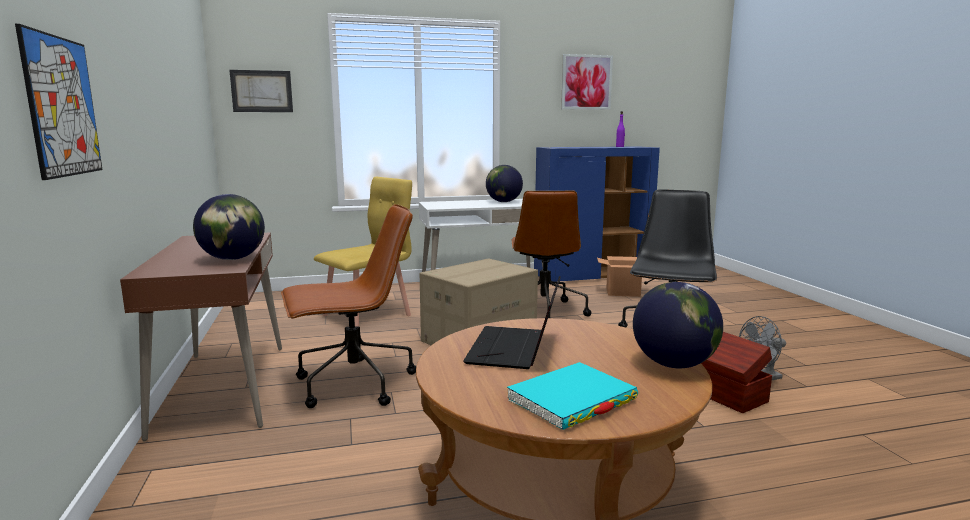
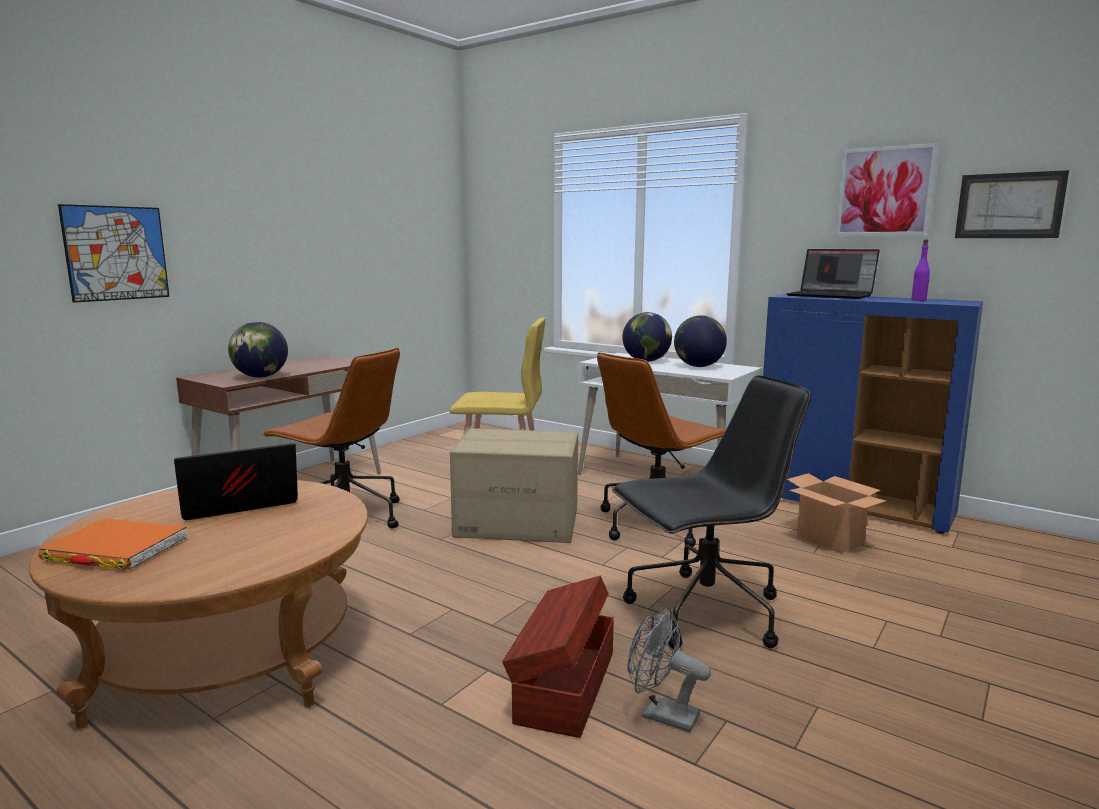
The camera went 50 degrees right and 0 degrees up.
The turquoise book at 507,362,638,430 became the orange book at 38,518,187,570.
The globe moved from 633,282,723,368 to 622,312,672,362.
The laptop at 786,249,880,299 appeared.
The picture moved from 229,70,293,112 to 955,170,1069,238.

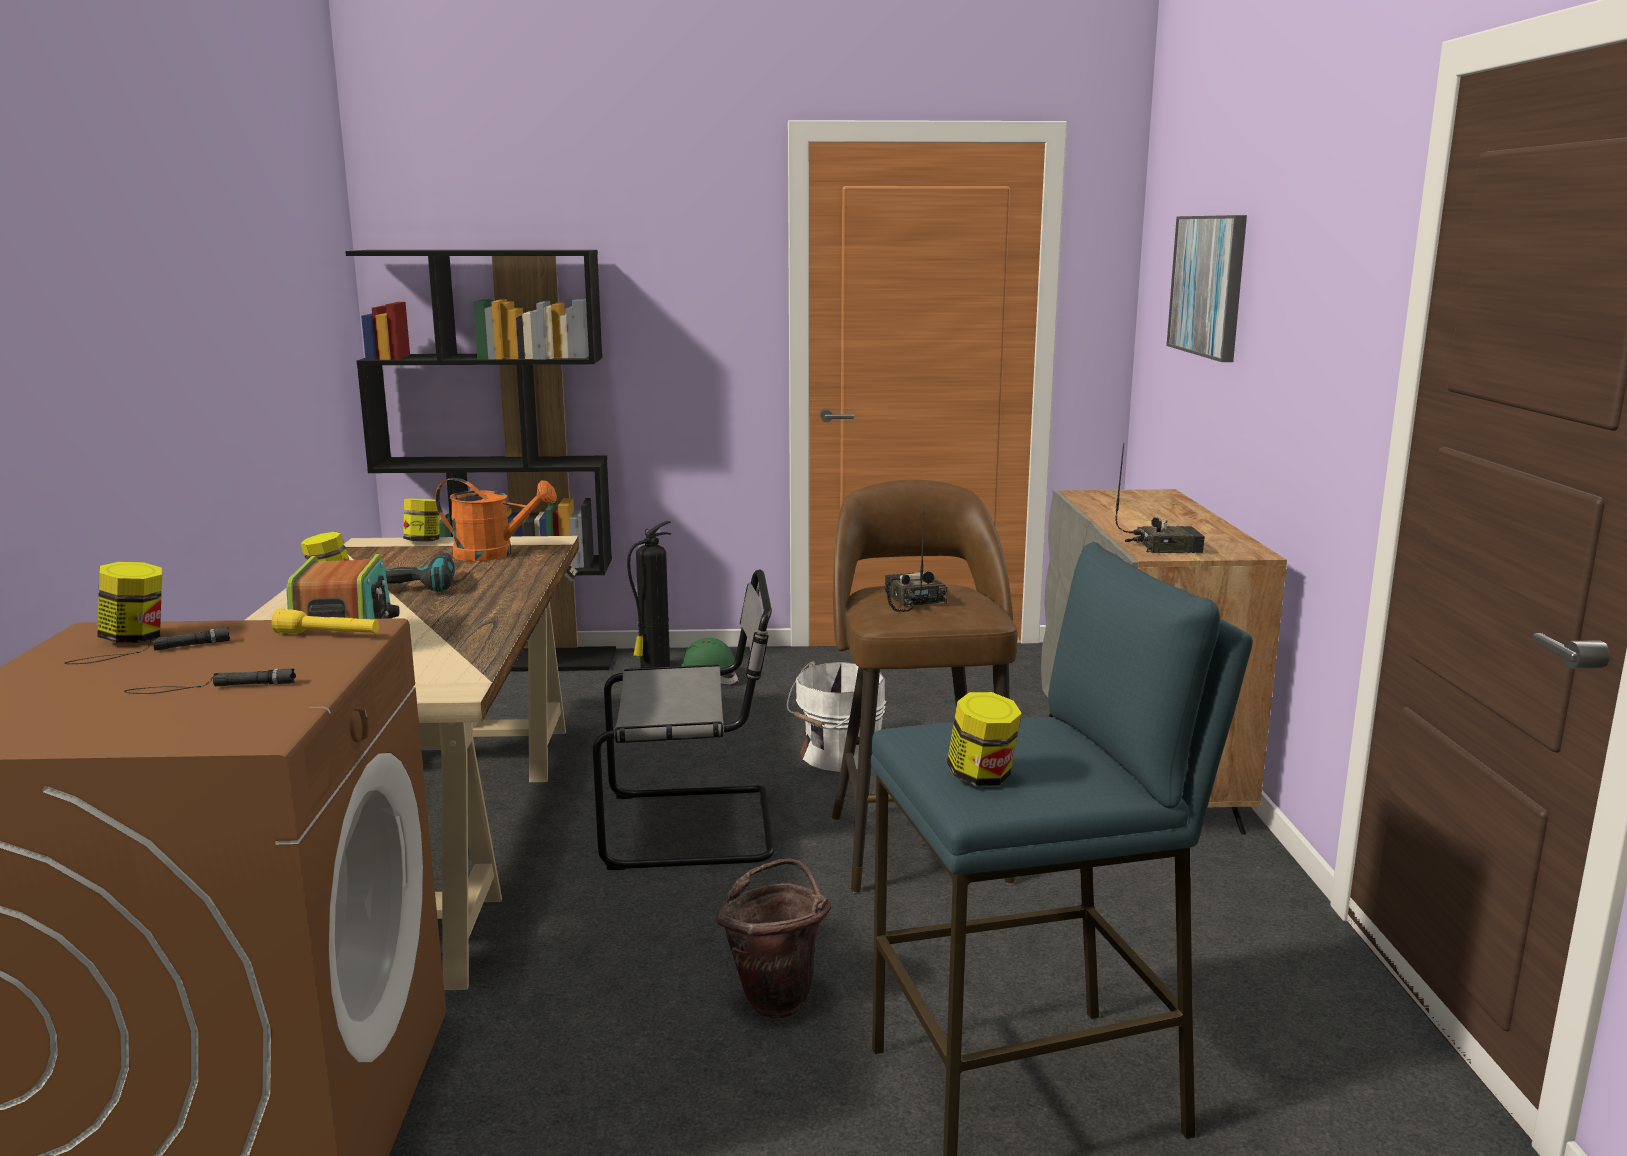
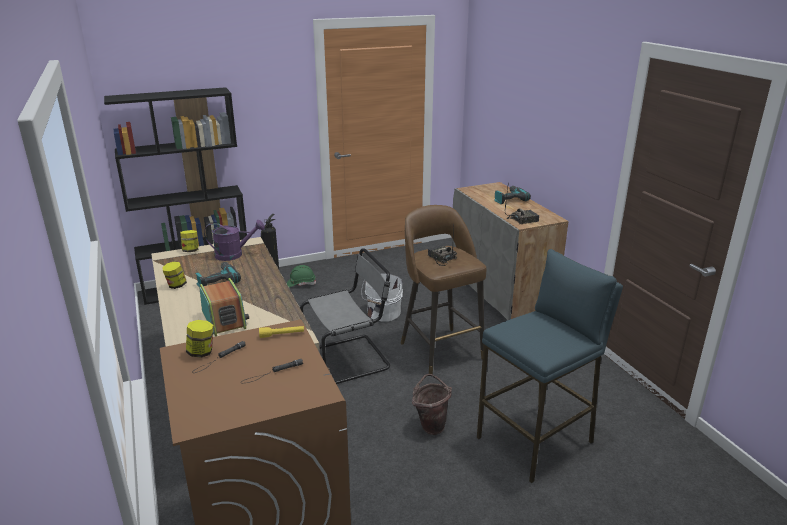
The camera went 20 degrees left and 10 degrees up.
The orange watering can at 435,478,557,561 became the purple watering can at 204,220,265,261.
The power drill at 494,186,531,204 appeared.
The jar at 947,692,1022,786 disappeared.
The picture at 1166,215,1247,362 disappeared.

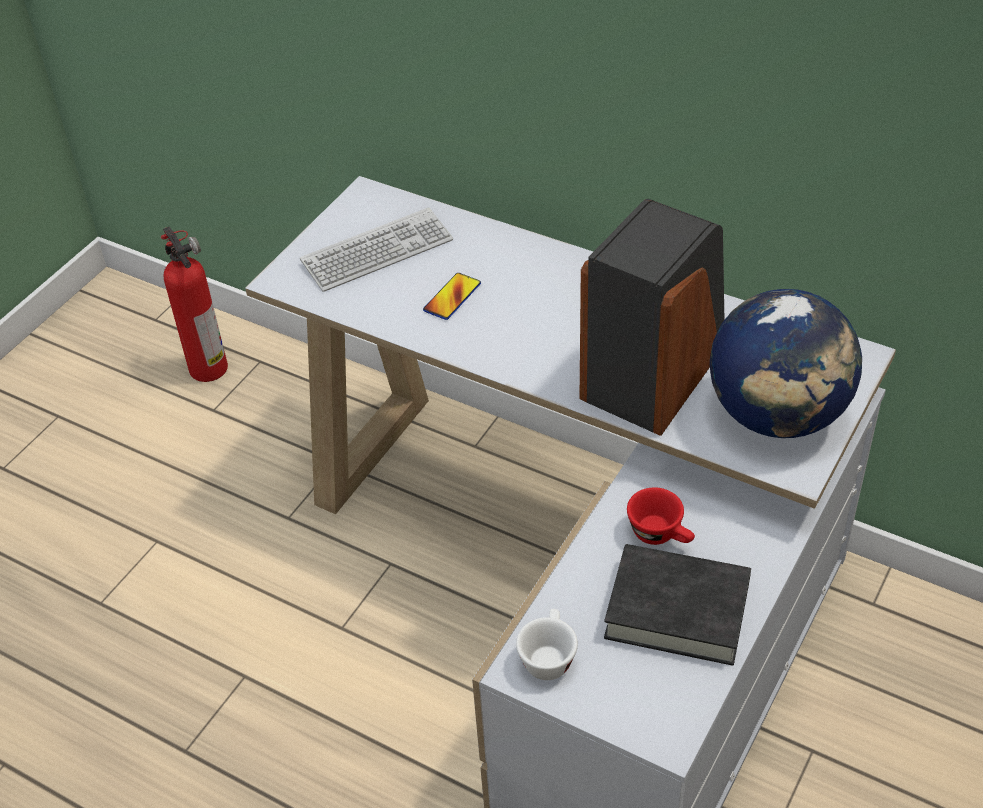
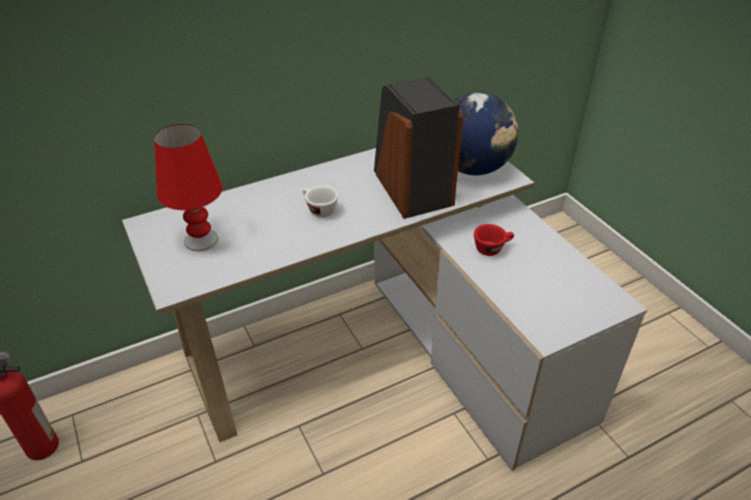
The camera went 60 degrees left and 5 degrees down.
The keyboard at 300,207,453,292 was replaced by the red table lamp at 154,124,223,251.
The white cup moved from 516,609,578,680 to 303,186,338,217.
The phone at 423,273,481,320 disappeared.
The black book at 604,544,751,666 disappeared.

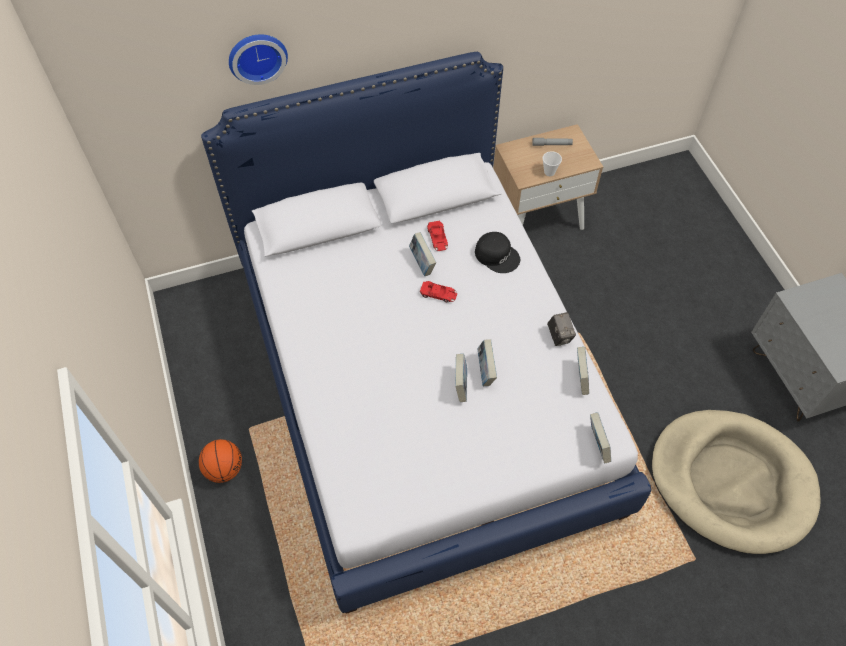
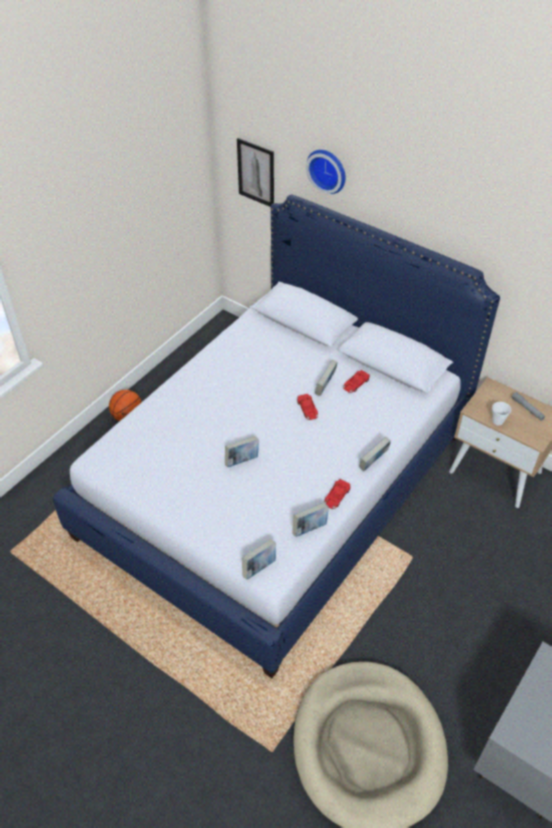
The camera went 55 degrees right and 10 degrees down.
The picture at 237,138,274,207 appeared.
The photo camera at 547,312,576,346 was replaced by the red toy car at 324,479,350,509.
The book moved from 478,339,497,386 to 359,436,391,471.
The black cap at 475,232,520,273 disappeared.

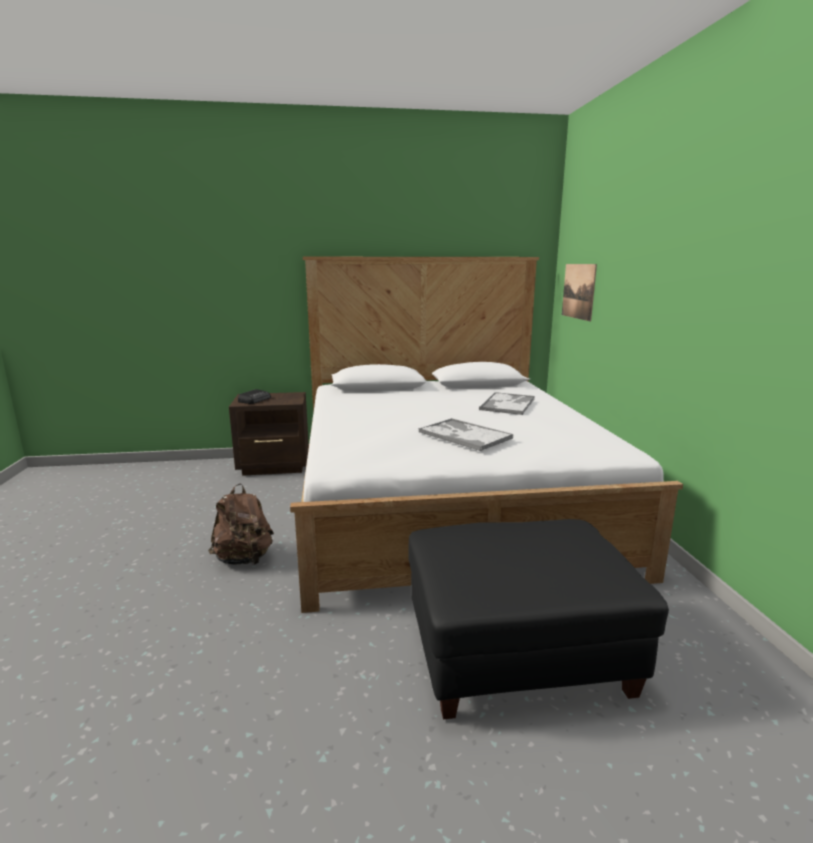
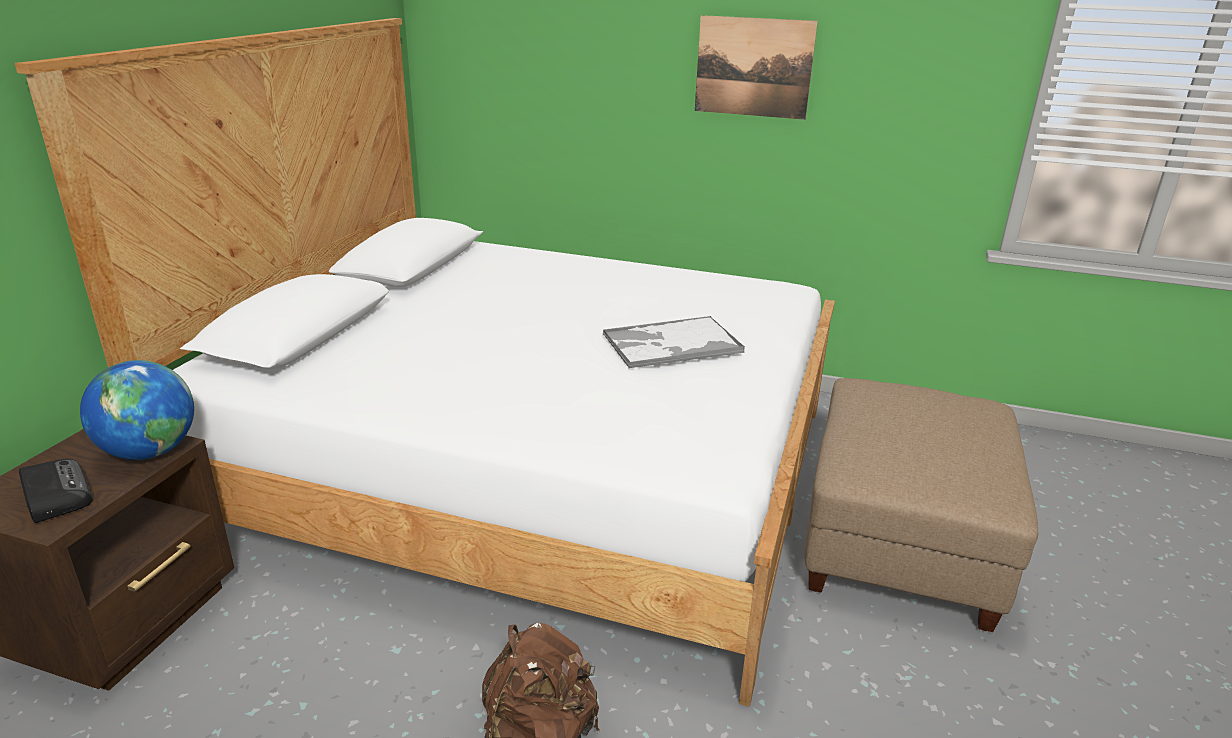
The camera went 65 degrees left and 10 degrees up.
The globe at 80,360,194,460 appeared.
The picture moved from 562,264,597,321 to 695,15,818,120.
The black ottoman at 408,519,669,720 became the beige ottoman at 804,378,1038,632.
The tray at 479,392,535,415 disappeared.

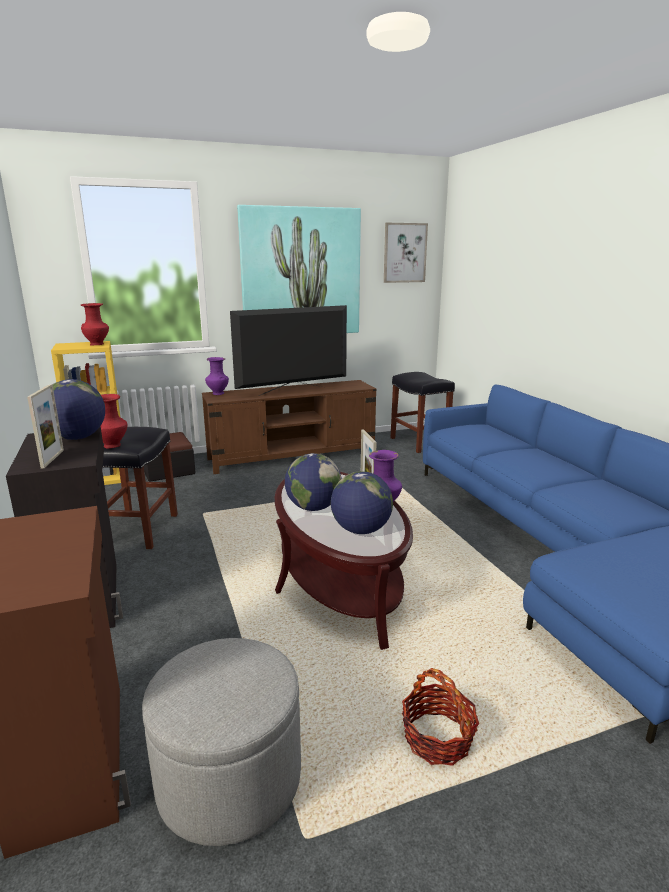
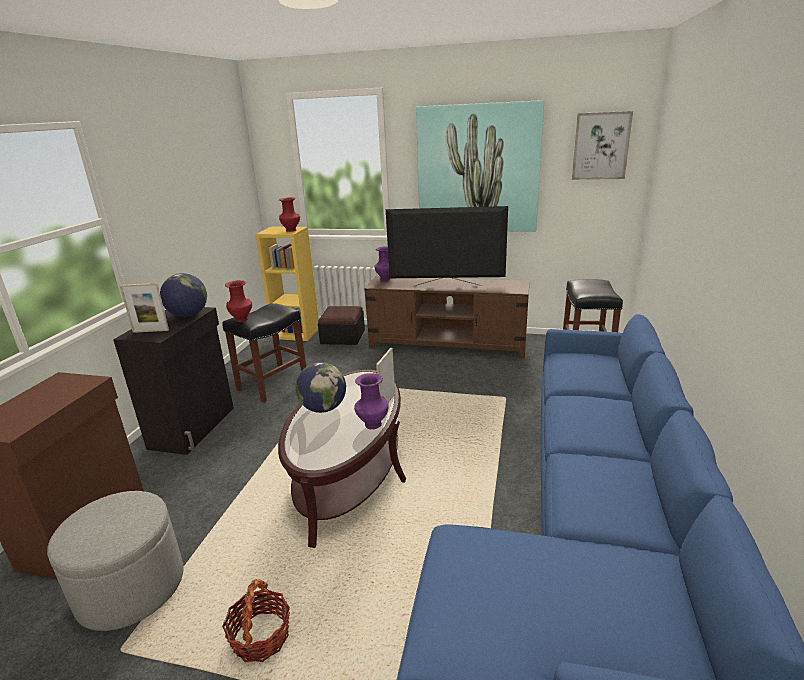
The camera went 35 degrees right and 5 degrees up.
The picture frame at 27,384,64,468 turned 60 degrees clockwise.
The globe at 331,471,393,534 disappeared.

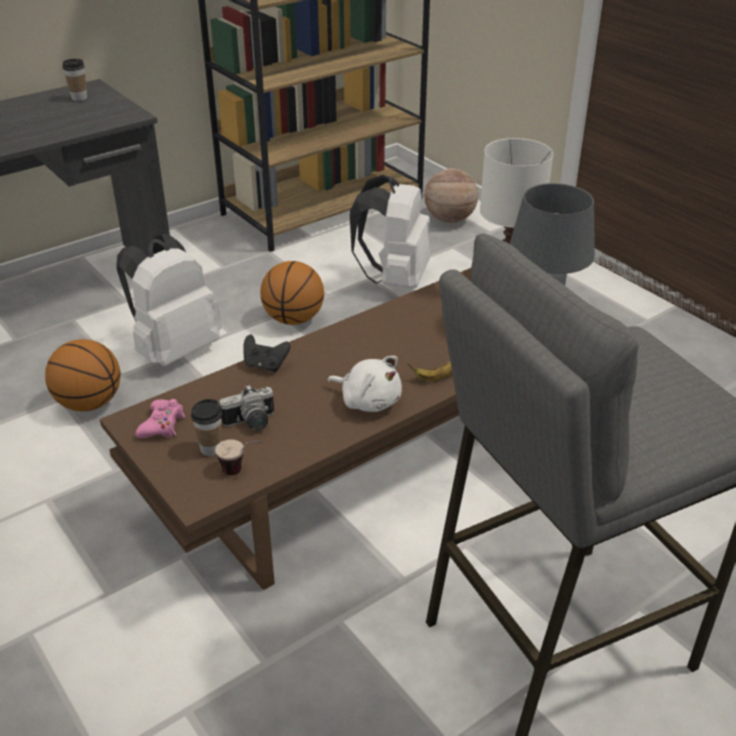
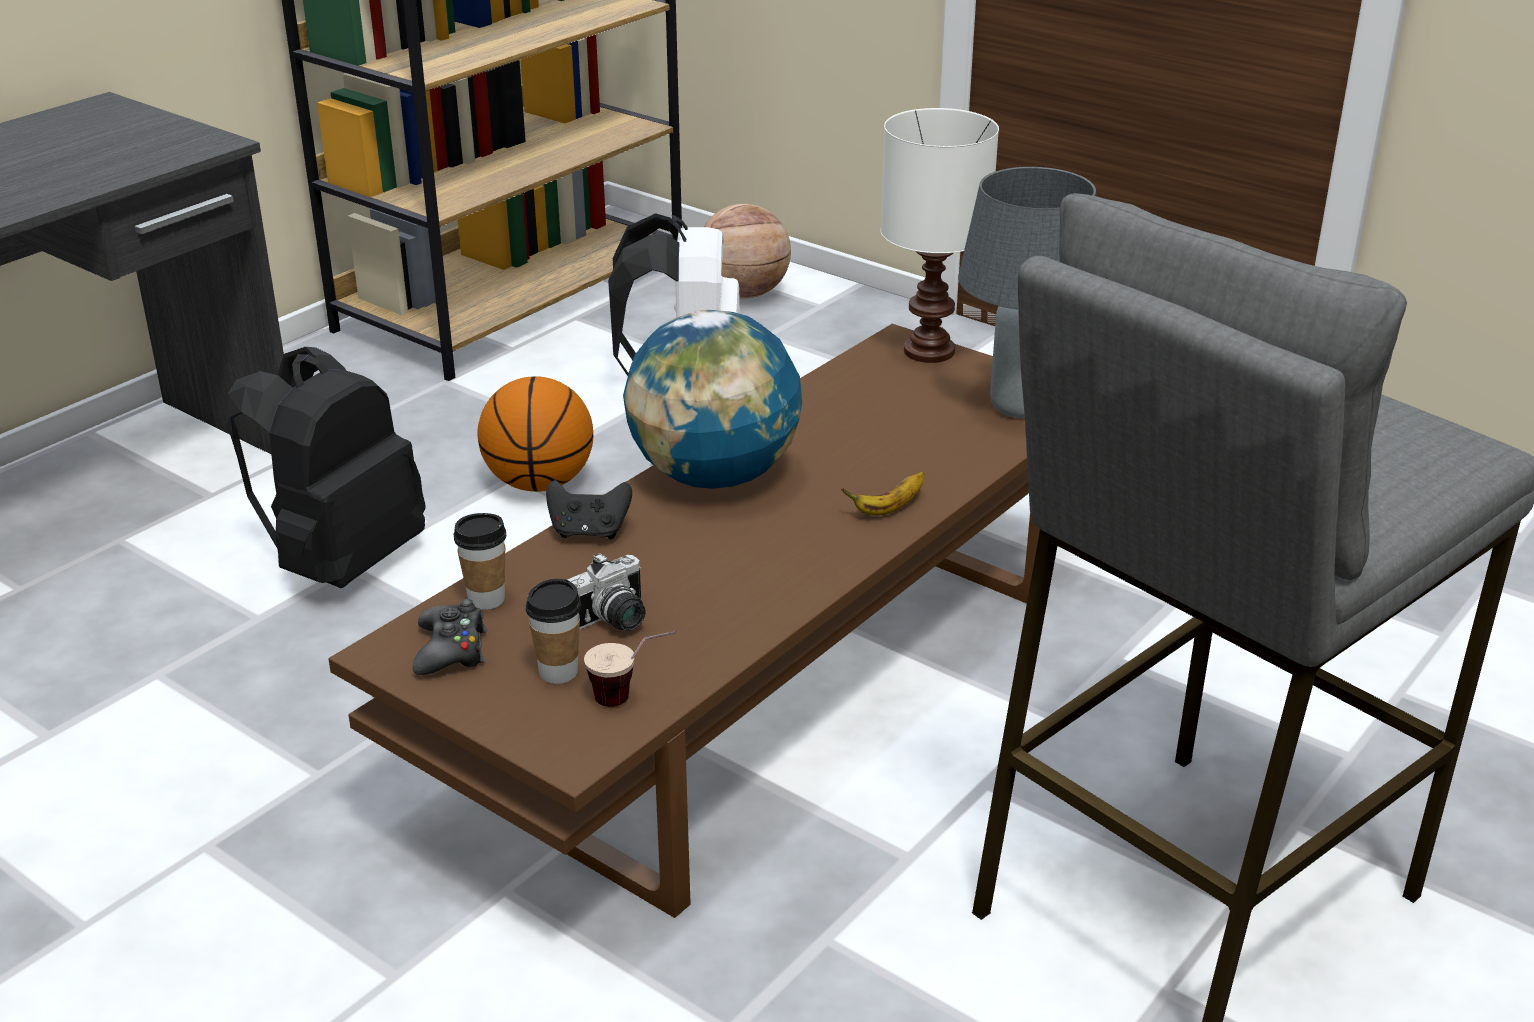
The camera went 15 degrees left and 5 degrees down.
The white backpack at 116,234,222,366 became the black backpack at 227,347,426,588.
The pink game controller at 135,399,185,438 became the black game controller at 413,599,487,675.
The cup moved from 62,59,87,101 to 454,513,506,610.
The globe at 623,310,802,489 appeared.
The basketball at 45,339,121,411 disappeared.
The white plush toy at 327,356,402,412 disappeared.

